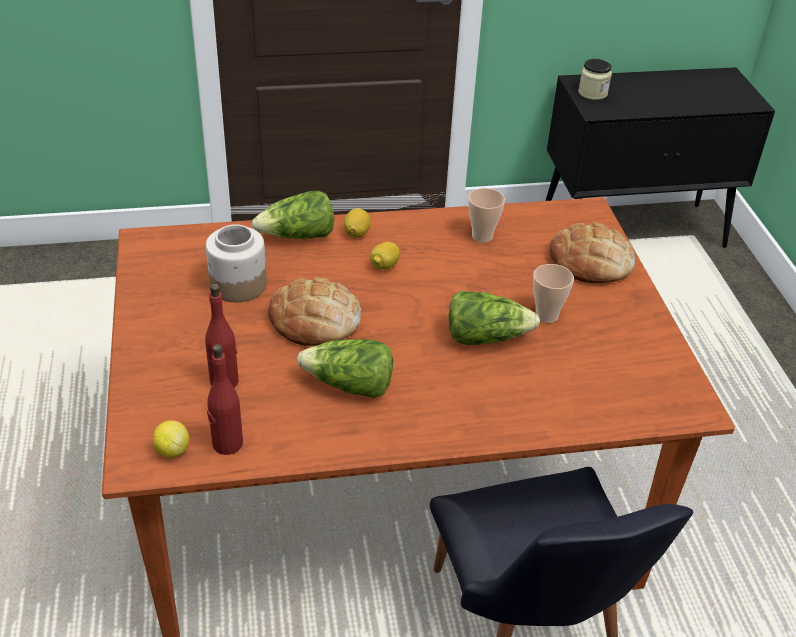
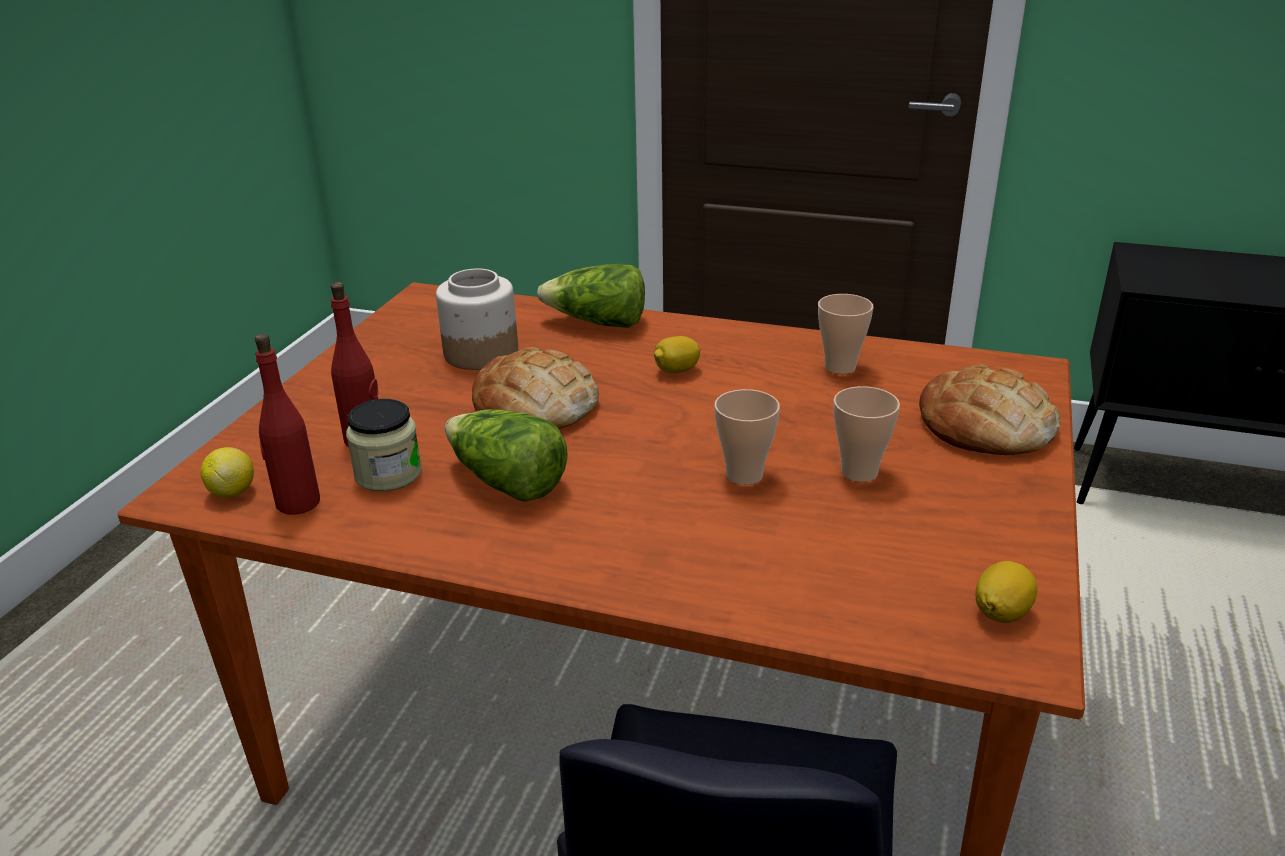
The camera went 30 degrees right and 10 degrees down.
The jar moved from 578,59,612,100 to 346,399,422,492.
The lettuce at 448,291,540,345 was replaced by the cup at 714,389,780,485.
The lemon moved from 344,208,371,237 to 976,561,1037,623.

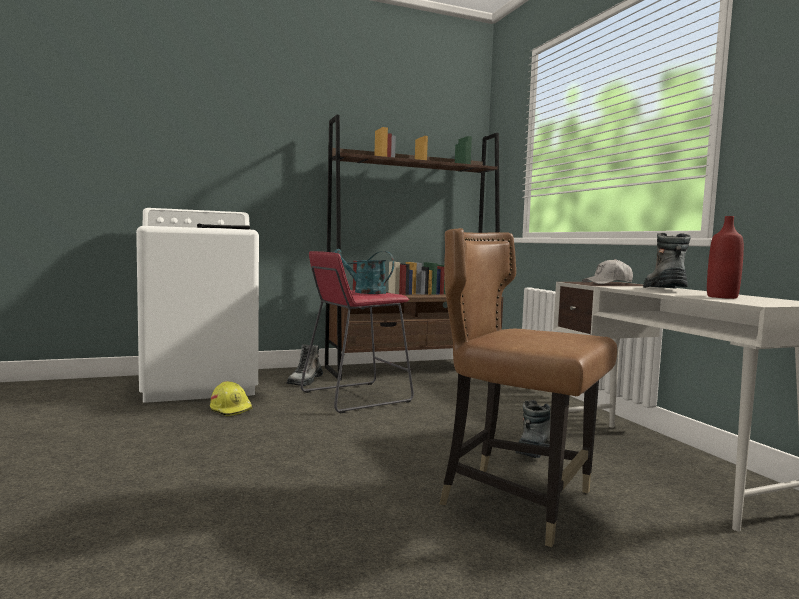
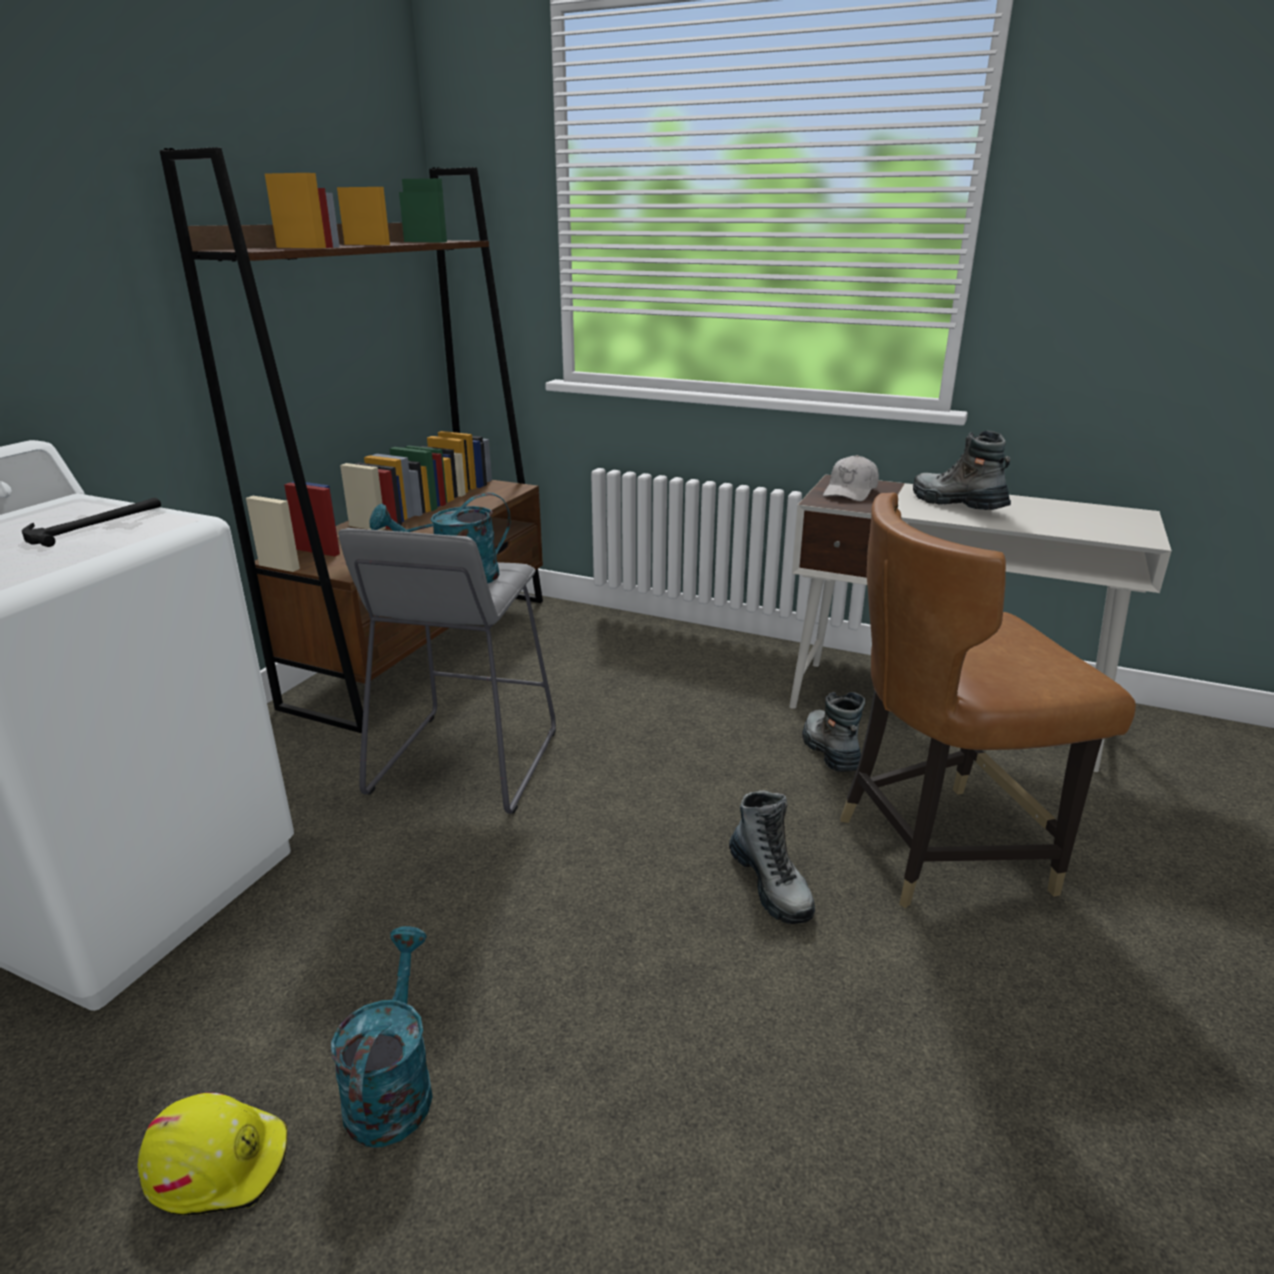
The camera went 45 degrees left and 20 degrees up.
The yellow hard hat moved from 210,381,253,416 to 138,1093,287,1216.
The turquoise watering can at 331,926,433,1148 appeared.
The red stool at 300,251,414,414 became the grey stool at 338,528,556,814.
The boot moved from 287,344,323,386 to 729,790,815,924.
The red bottle at 707,216,744,299 disappeared.

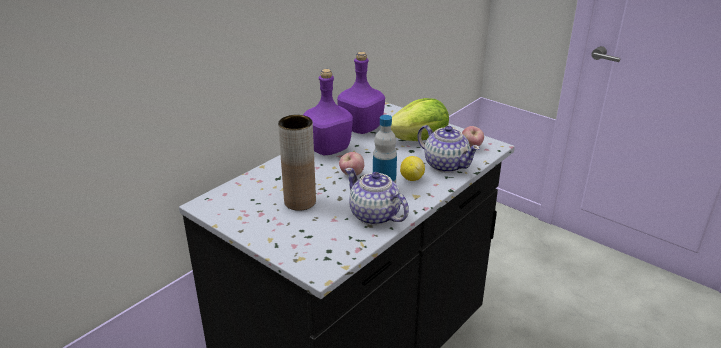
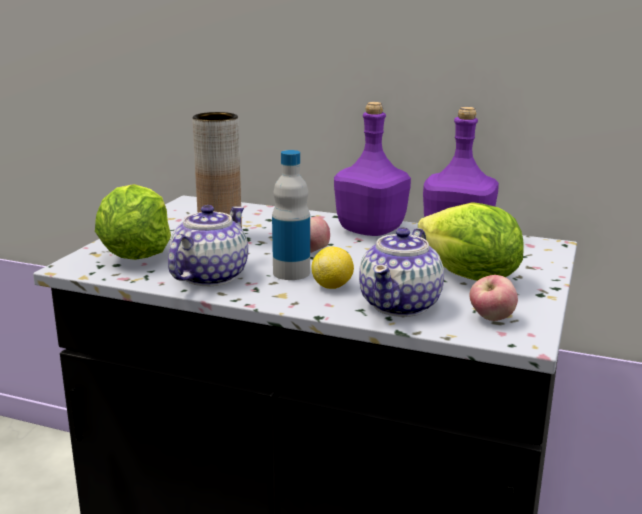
The camera went 70 degrees right and 10 degrees down.
The lettuce at 95,184,171,260 appeared.

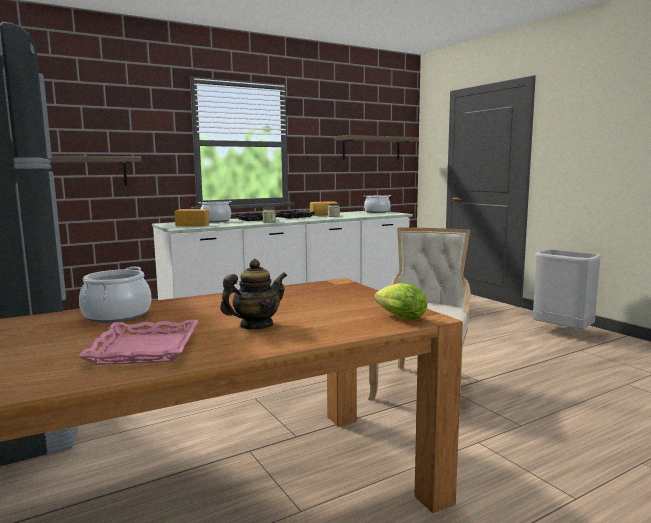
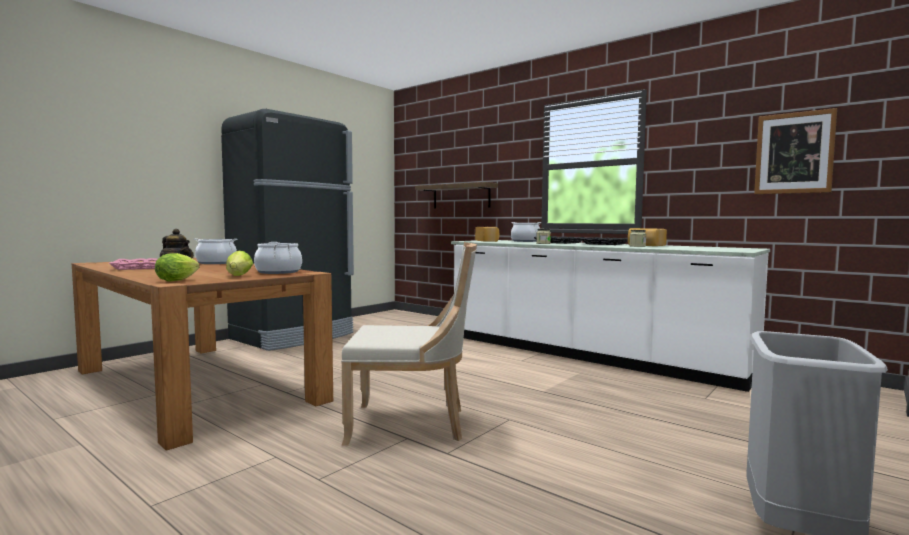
The camera went 70 degrees right and 5 degrees down.
The lettuce at 226,251,253,276 appeared.
The cooking pot moved from 364,195,391,213 to 254,242,302,274.
The shelf at 335,135,418,160 was replaced by the picture at 754,108,837,194.

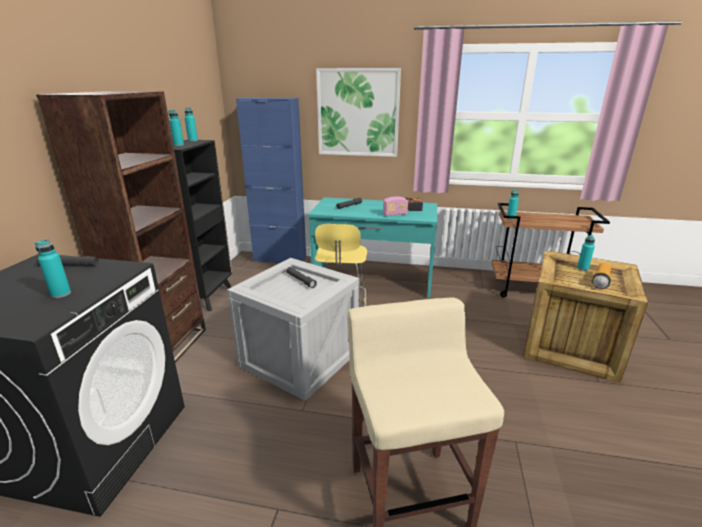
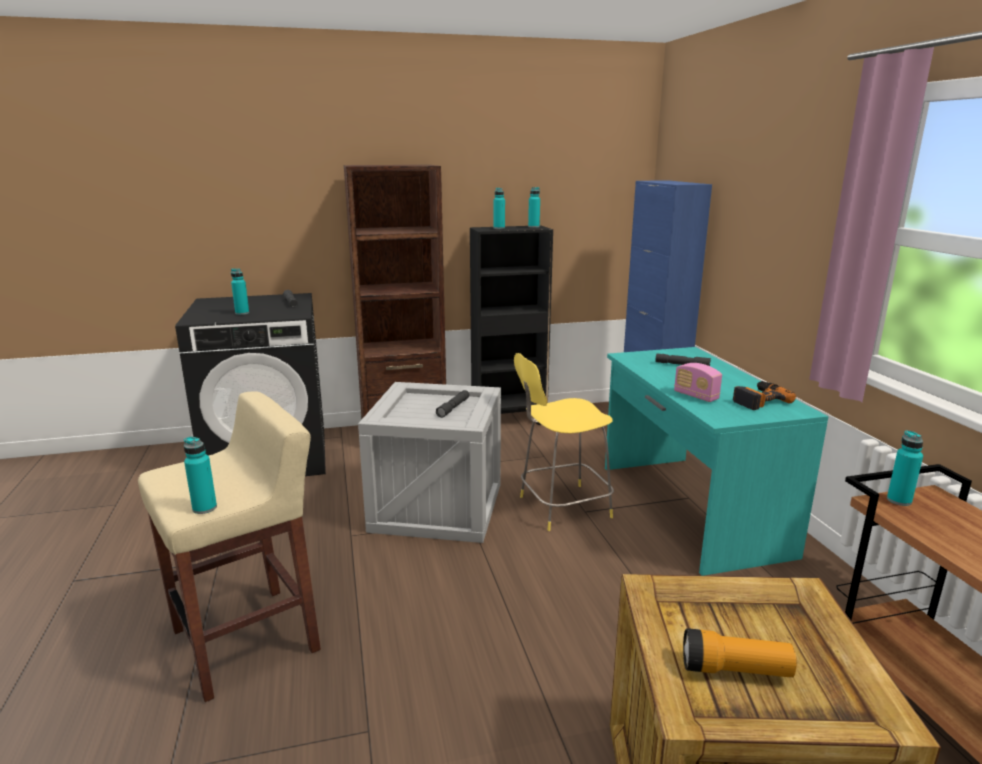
The camera went 65 degrees right and 5 degrees down.
The turquoise bottle moved from 577,235,595,271 to 184,437,217,514.
The picture at 316,68,401,157 disappeared.

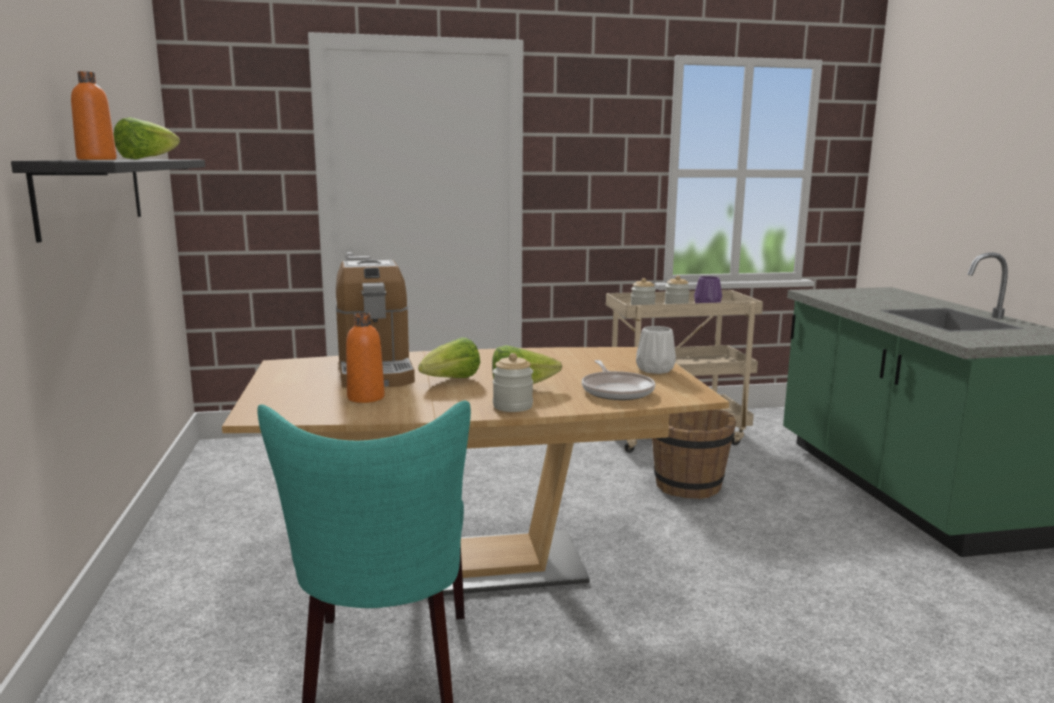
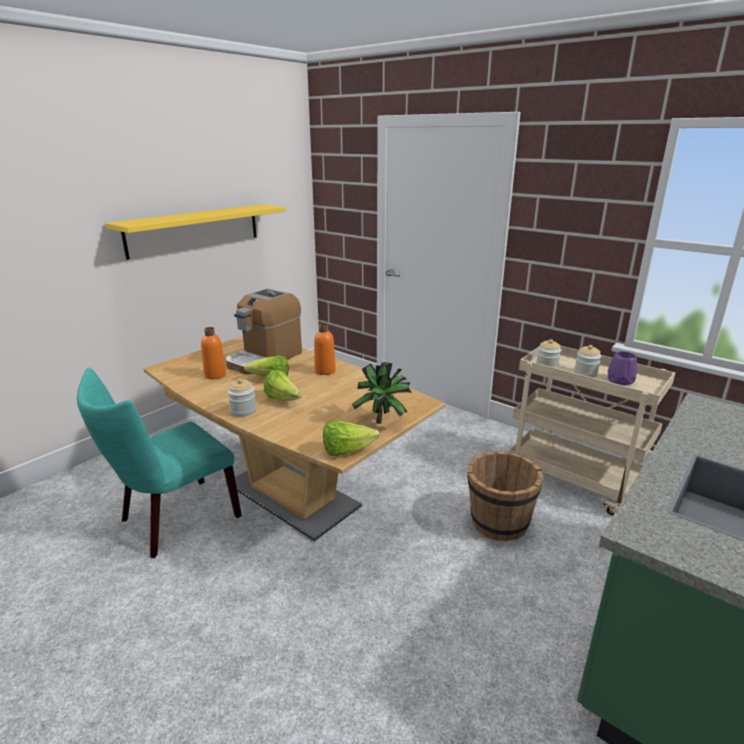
The camera went 50 degrees right and 10 degrees up.
The black shelf at 11,159,205,243 became the yellow shelf at 105,204,286,260.
The orange bottle moved from 71,71,117,160 to 314,324,336,375.
The lettuce moved from 114,117,180,160 to 323,420,380,456.
The white vase at 636,326,676,374 was replaced by the potted plant at 352,362,412,424.
The frying pan at 582,360,655,400 disappeared.

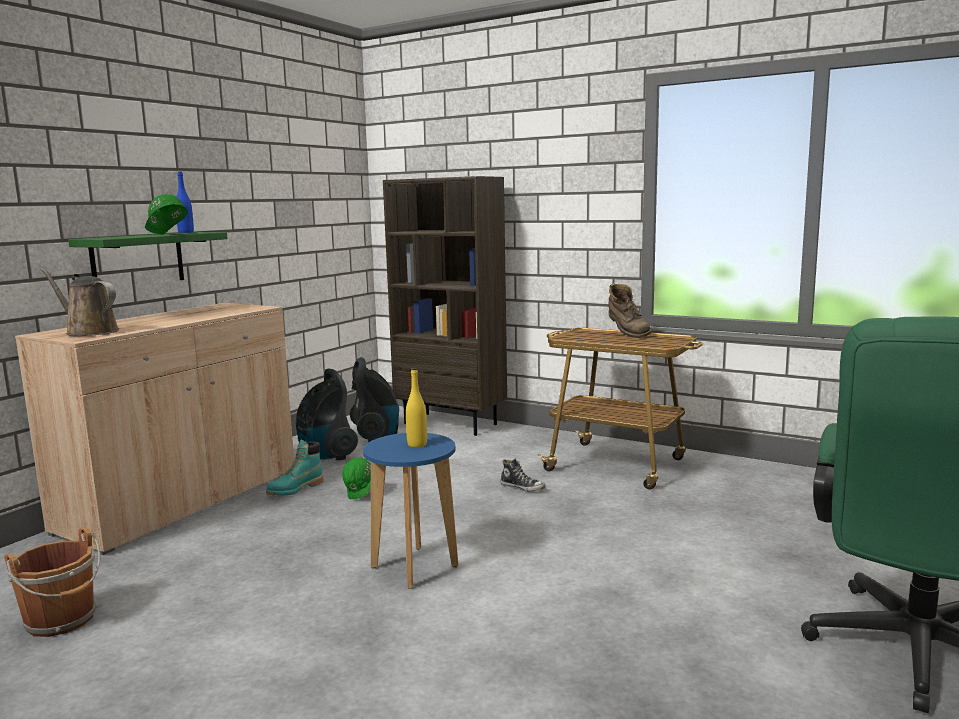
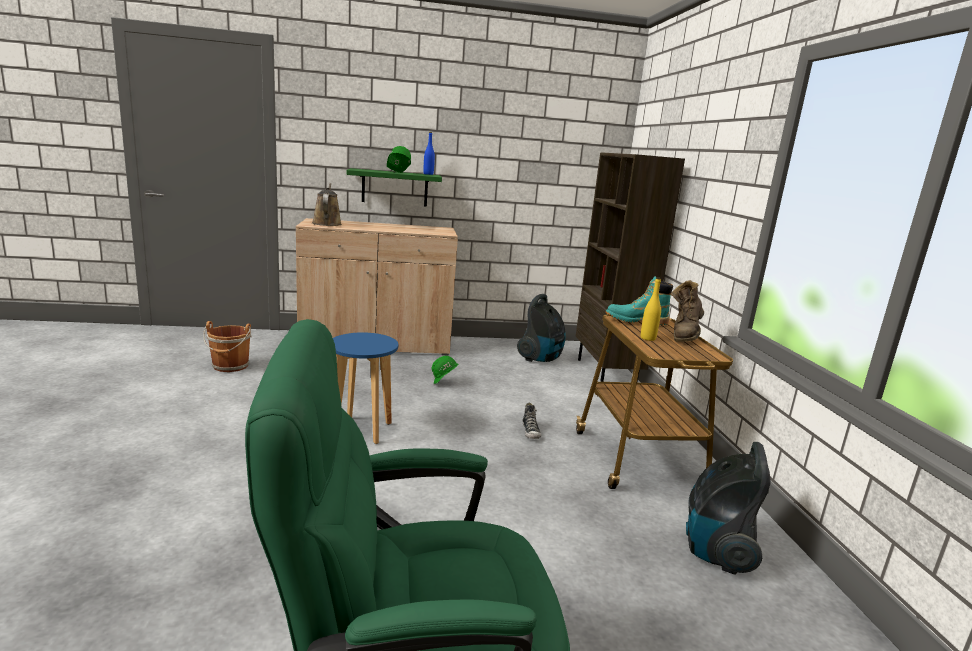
The camera went 50 degrees right and 5 degrees up.
The turquoise boot moved from 266,440,324,496 to 605,276,673,325.
The yellow bottle moved from 406,368,427,447 to 641,277,661,341.
The vacuum cleaner moved from 296,368,358,460 to 686,442,770,575.

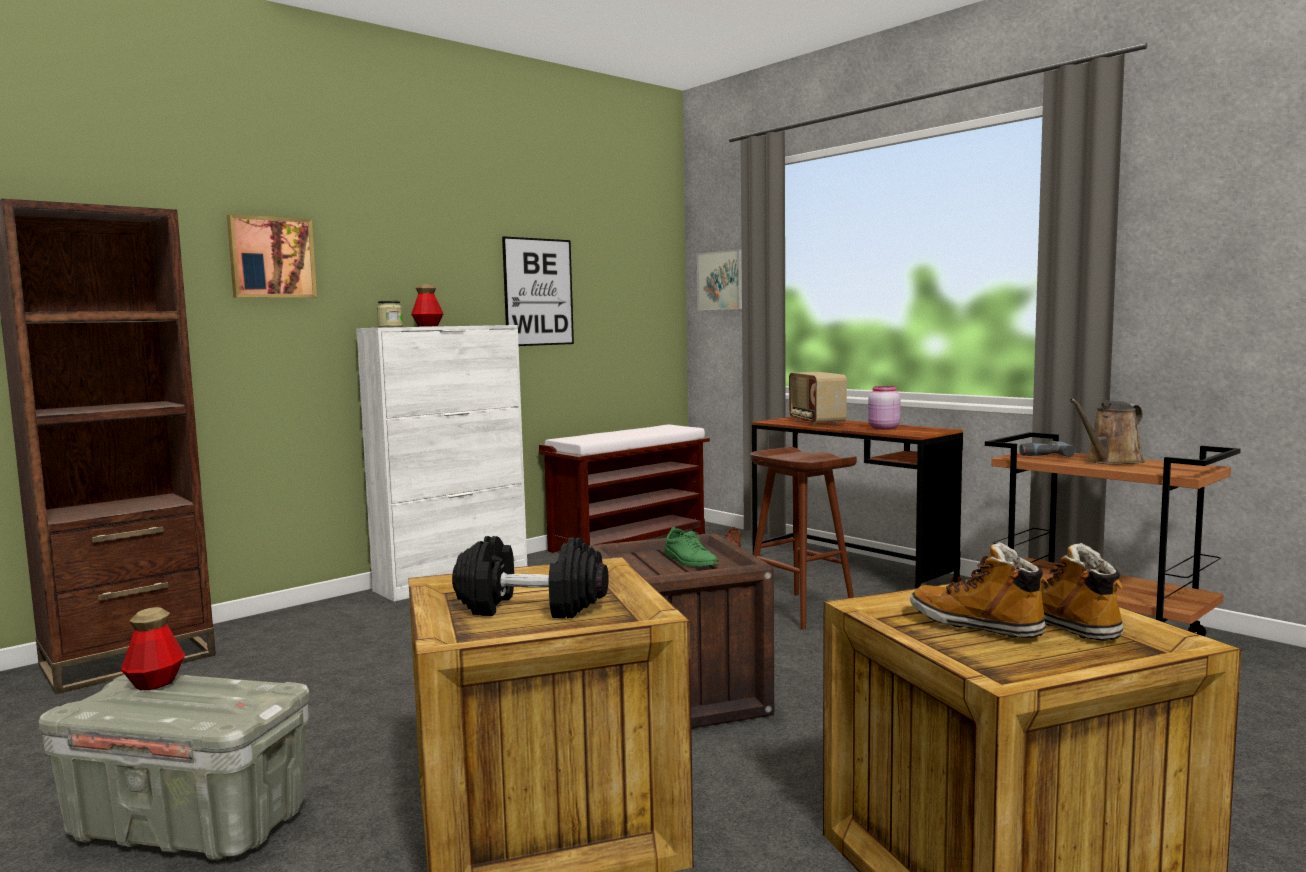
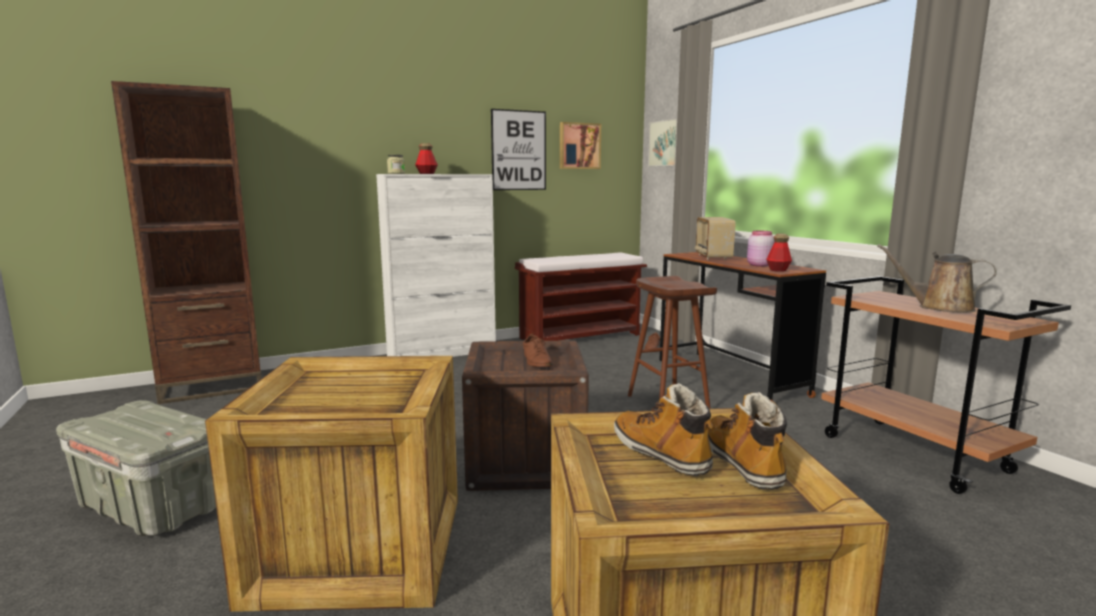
The camera went 15 degrees right and 5 degrees up.
The green shoe at 665,527,718,567 became the brown shoe at 523,333,553,367.
The picture moved from 227,214,317,298 to 560,122,601,169.
The bottle moved from 121,607,185,690 to 766,234,792,272.
The brown watering can at 1069,399,1145,465 turned 45 degrees clockwise.
The black dumbbell at 452,536,609,618 disappeared.
The power drill at 1019,441,1076,457 disappeared.

